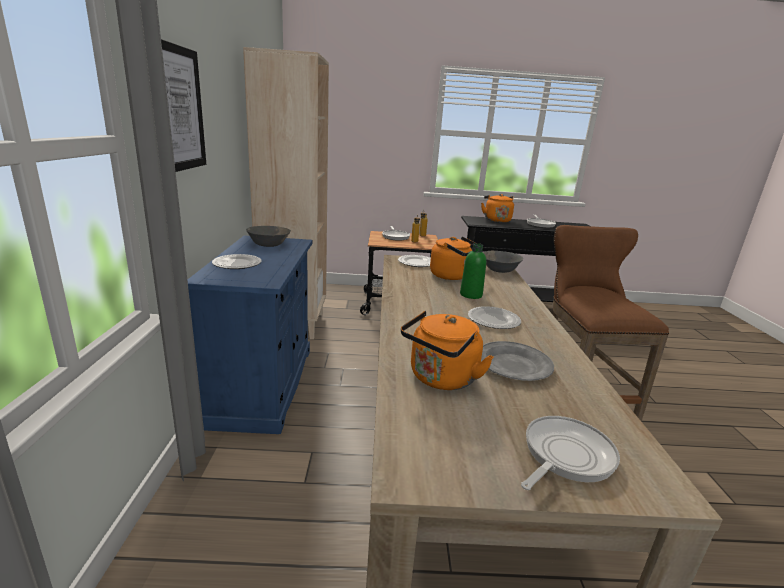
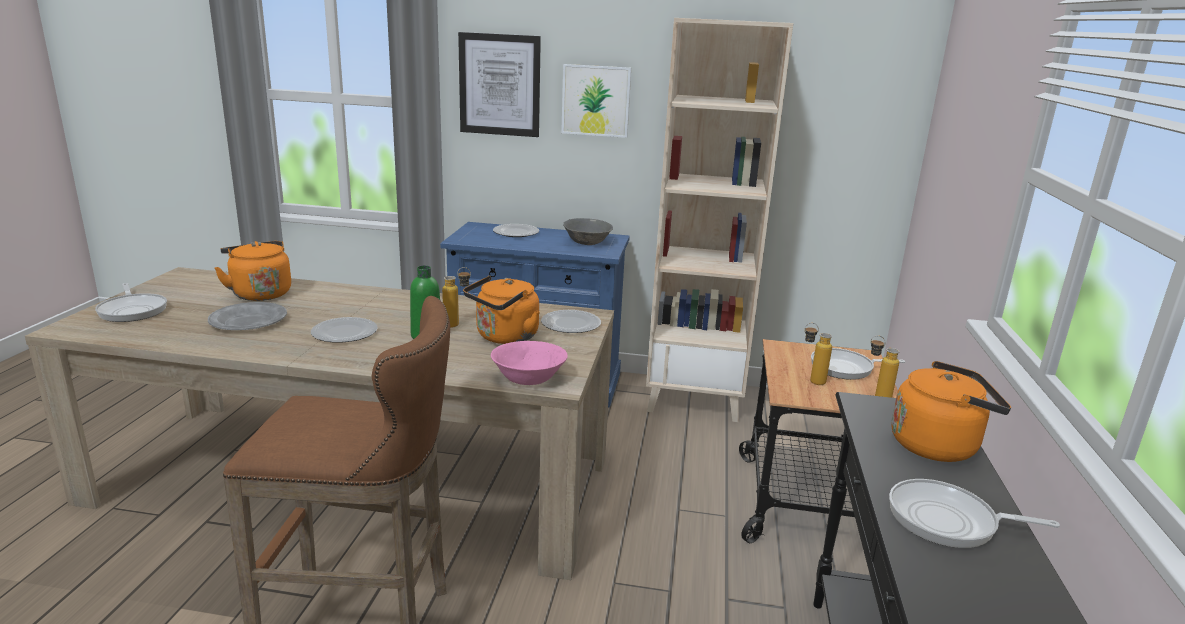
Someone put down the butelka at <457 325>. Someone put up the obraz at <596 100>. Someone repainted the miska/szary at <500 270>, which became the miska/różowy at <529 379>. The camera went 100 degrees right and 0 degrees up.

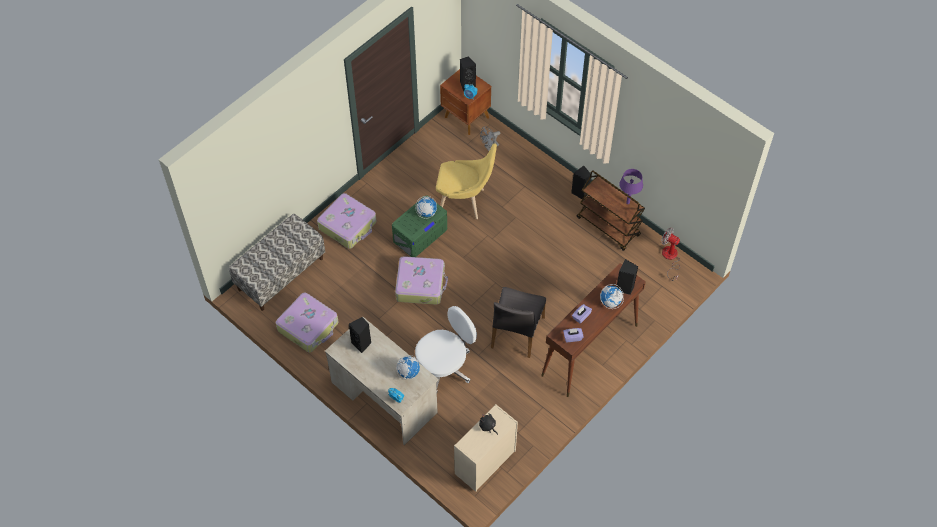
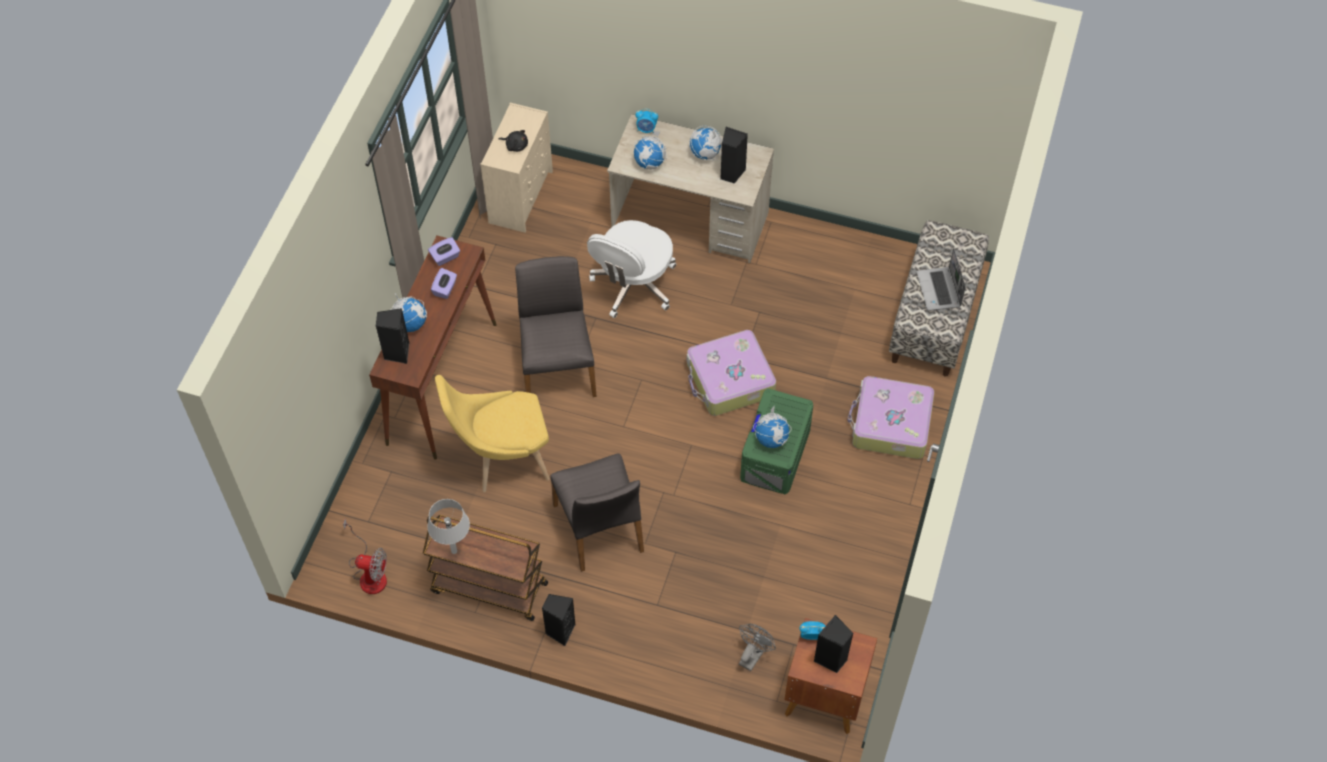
Someone took away the walizka at <309 326>. Someone put down the krzesło/szary at <600 528>. Someone put down the globus at <705 154>. Someone put down the laptop at <939 290>. Someone carried the krzesło/żółty from <465 202> to <502 460>. Someone repainted the lampa stołowa/fioletowy at <628 202>, which became the lampa stołowa/szary at <453 551>. The camera went 155 degrees right and 0 degrees up.

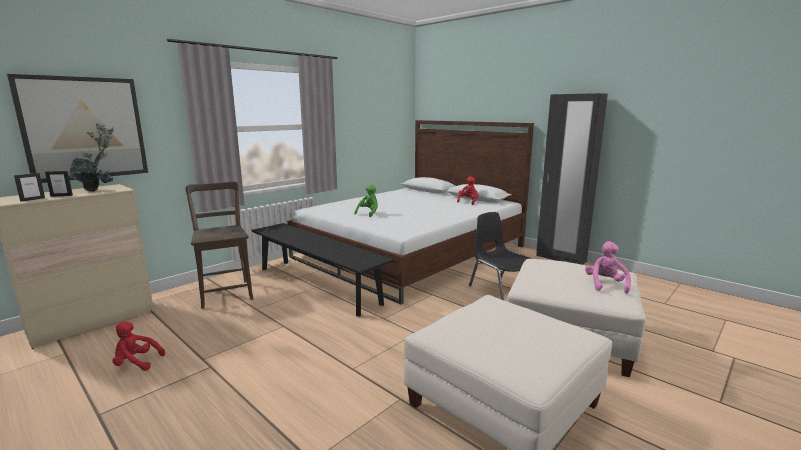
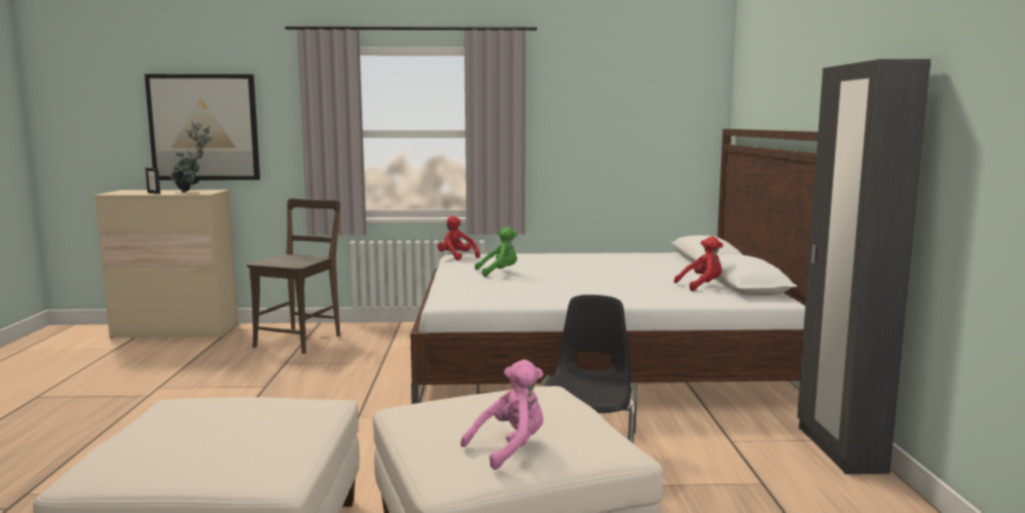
Someone took away the ramka na zdjęcie at <32 199>. Someone took away the ławka/czarny at <317 285>. Someone carried the pluszak/czerwony from <136 363> to <456 257>. The camera went 45 degrees right and 5 degrees down.

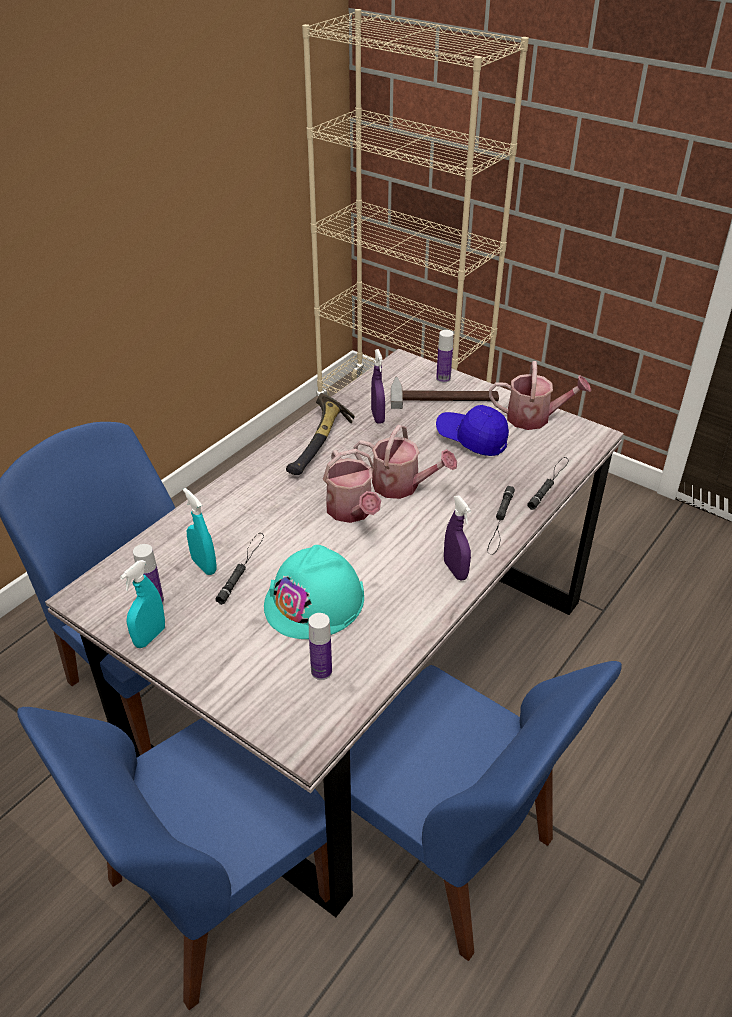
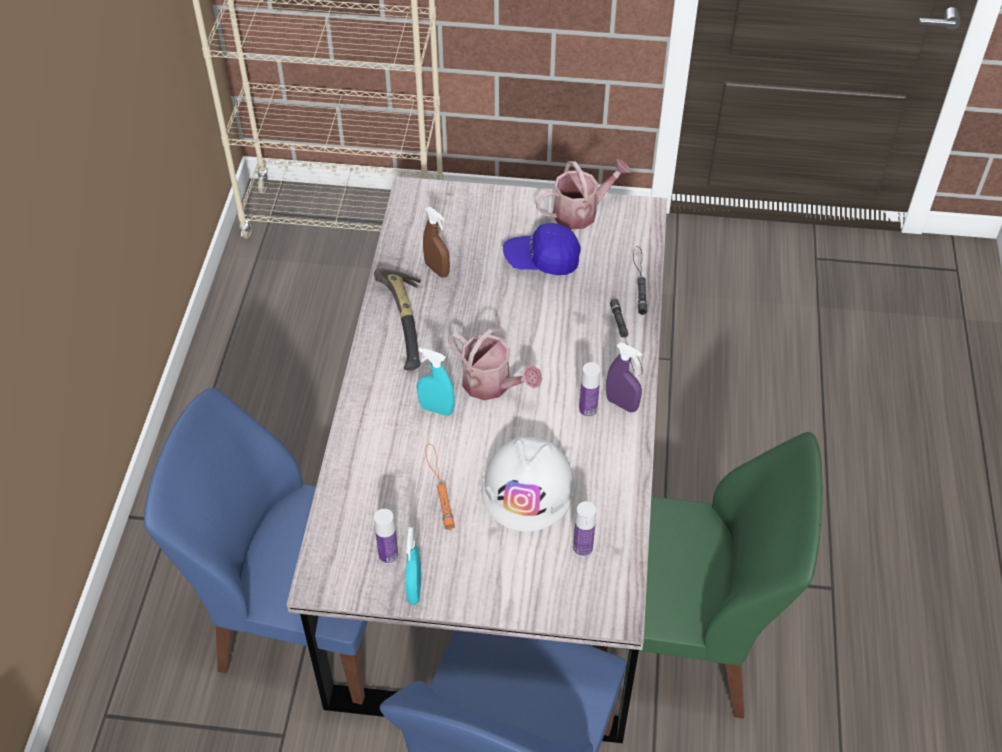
Someone took away the konewka at <402 486>. Someone took away the młotek at <444 396>. Someone carried the spryskiwacz/turkusowy from <204 566> to <436 409>. Someone carried the butelka from <443 379> to <588 410>. Someone repainted the latarka/czarny at <241 567>, which became the latarka/pomarańczowy at <439 486>. Someone repainted the kask/turkusowy at <315 601>, which became the kask/biały at <528 488>. Someone repainted the krzesło/niebieski at <450 853>, which became the krzesło/zielony at <677 643>. Someone repainted the spryskiwacz/fioletowy at <377 417>, which became the spryskiwacz/brązowy at <437 269>. The camera went 30 degrees left and 10 degrees up.

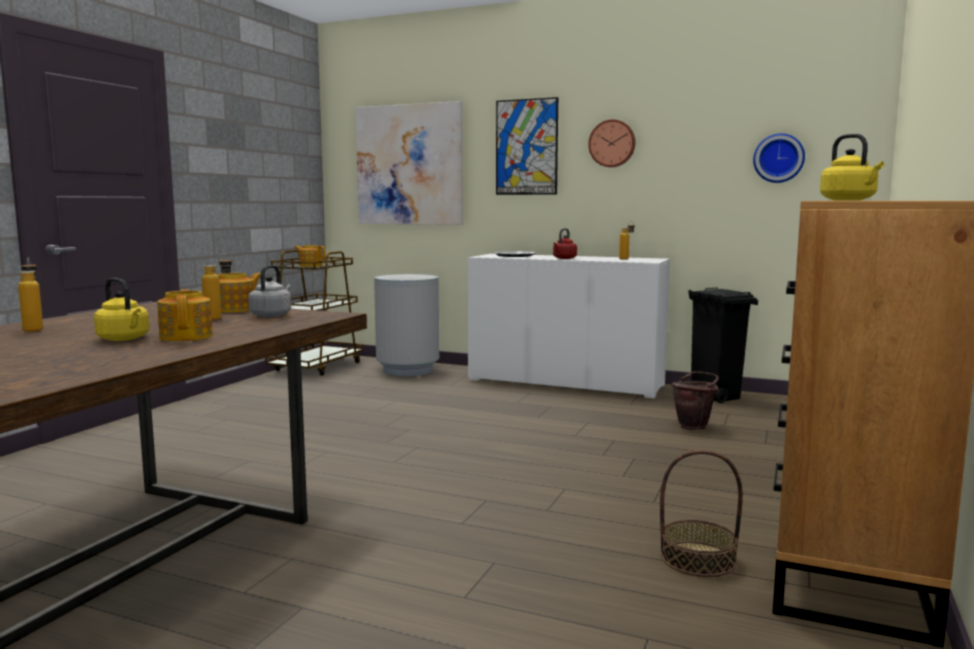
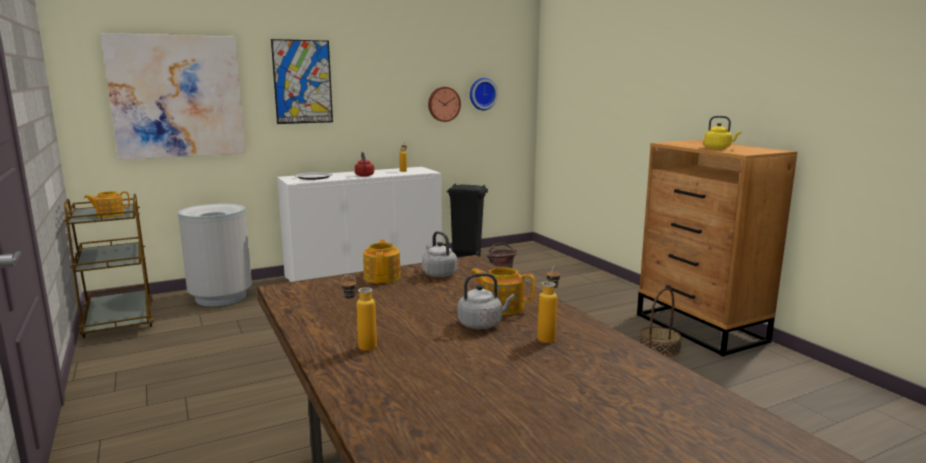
Someone carried the butelka from <220 318> to <548 337>. Someone carried the zegar ścienny from <612 143> to <443 104>. Someone repainted the czajnik/żółty at <124 339>, which became the czajnik/szary at <482 324>. The camera went 50 degrees left and 5 degrees up.

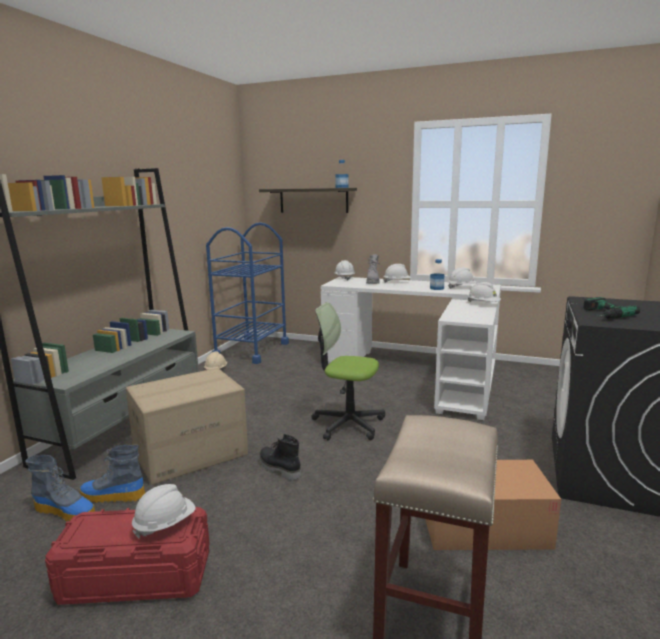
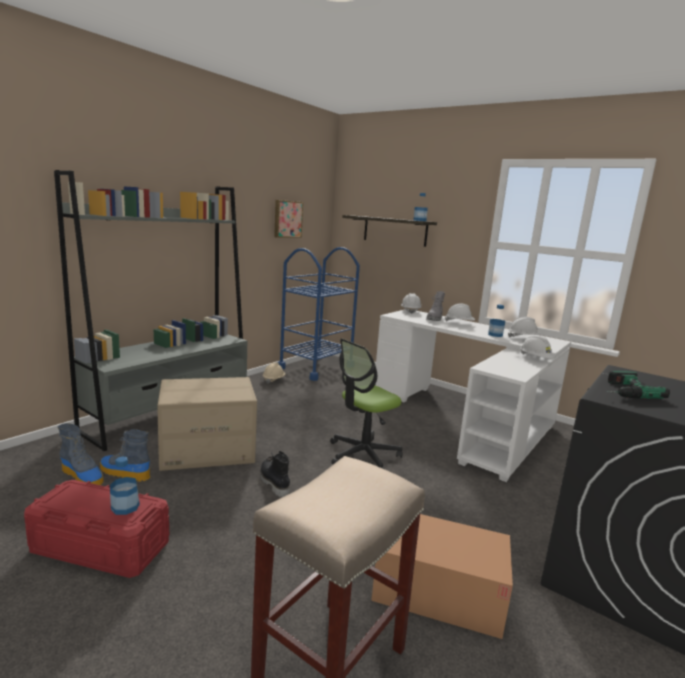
Someone put up the obraz at <287 219>. Someone swapped the kask/biały at <165 524> for the butelka at <125 507>. Someone rotated the krzesło biurowe at <348 424> by 75 degrees counterclockwise. The camera went 15 degrees right and 0 degrees up.

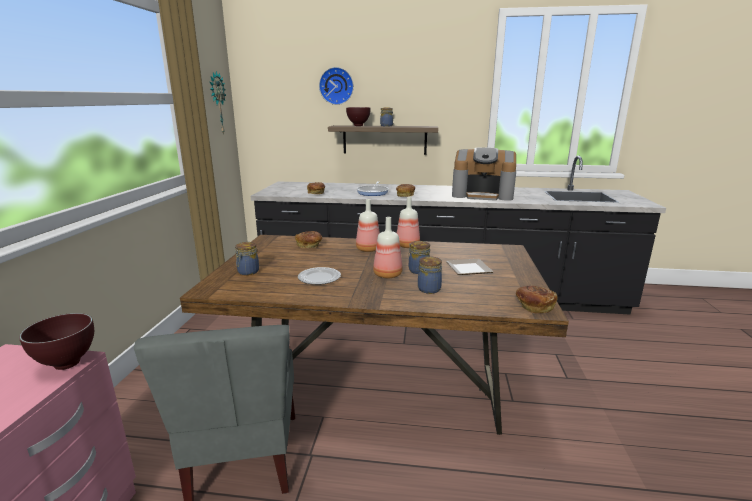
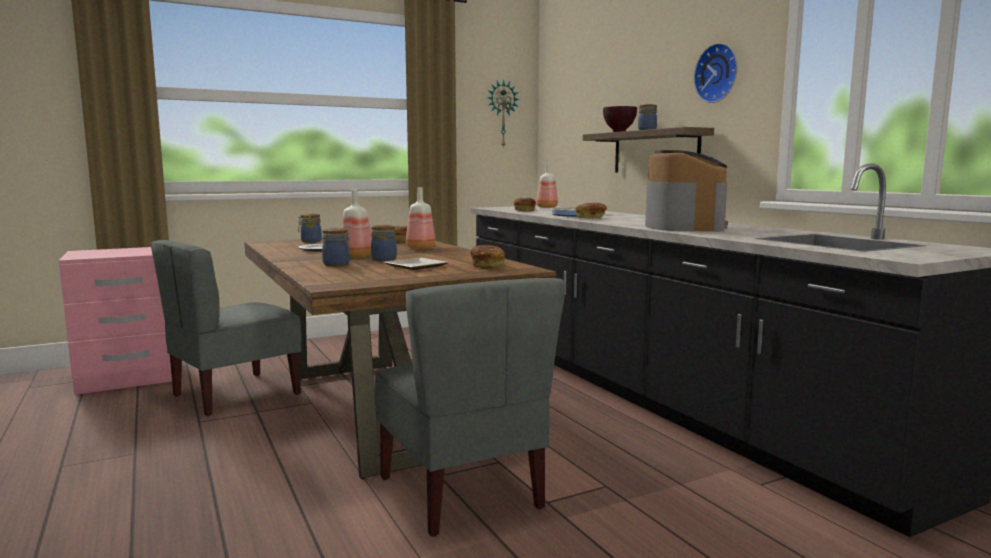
Someone took away the miska/brązowy at <66 364>. Someone put down the krzesło/szary at <463 492>. Someone carried the zegar ścienny from <336 86> to <718 73>. Someone carried the butelka from <407 246> to <546 207>. Someone carried the chleb from <534 307> to <487 266>. Someone rotated the ekspres do kawy at <482 195> by 150 degrees counterclockwise. The camera went 55 degrees right and 10 degrees down.

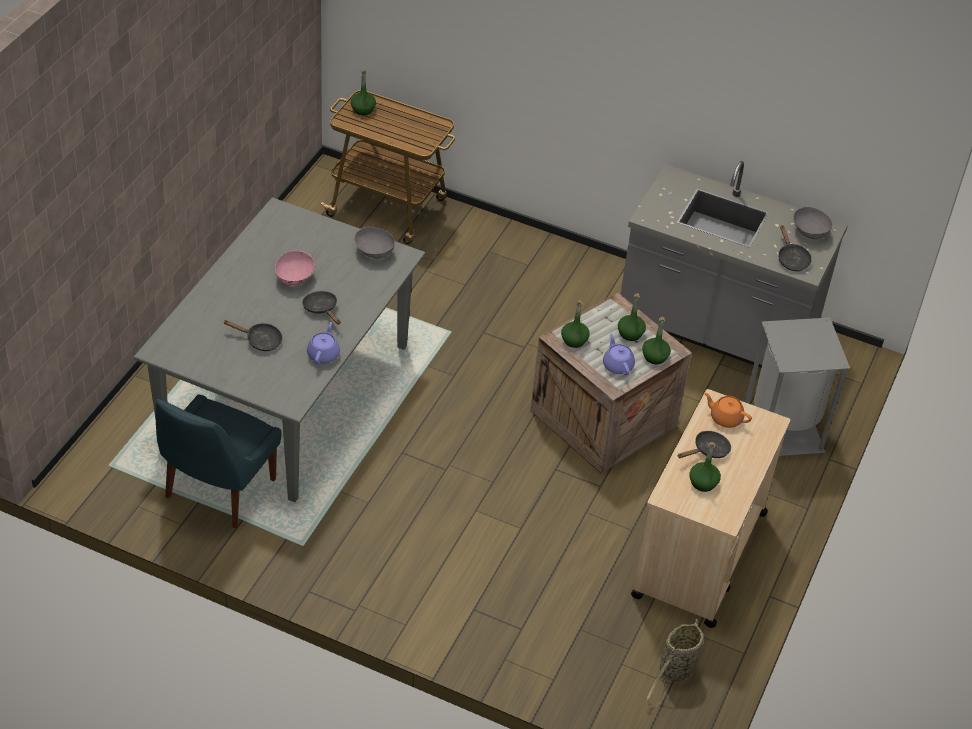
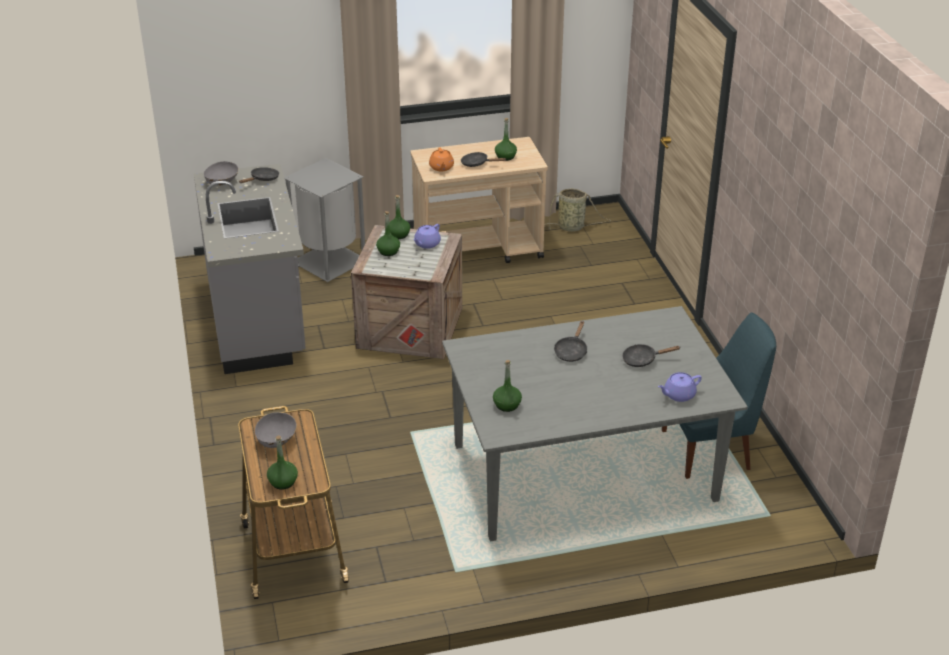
Someone took away the miska/różowy at <295 278>. Someone carried the imbryk/fioletowy from <323 354> to <678 395>. Someone carried the miska/szary from <373 252> to <277 441>. Someone carried the butelka/zielony from <574 340> to <506 405>. Someone rotated the patelnia/czarny at <260 340> by 75 degrees counterclockwise. The camera went 125 degrees left and 10 degrees down.

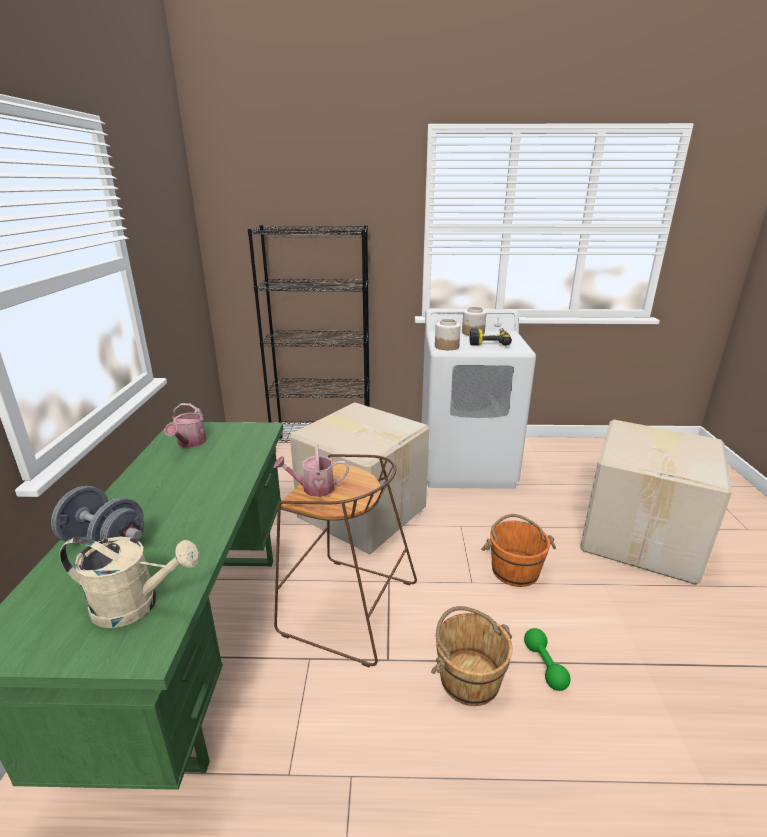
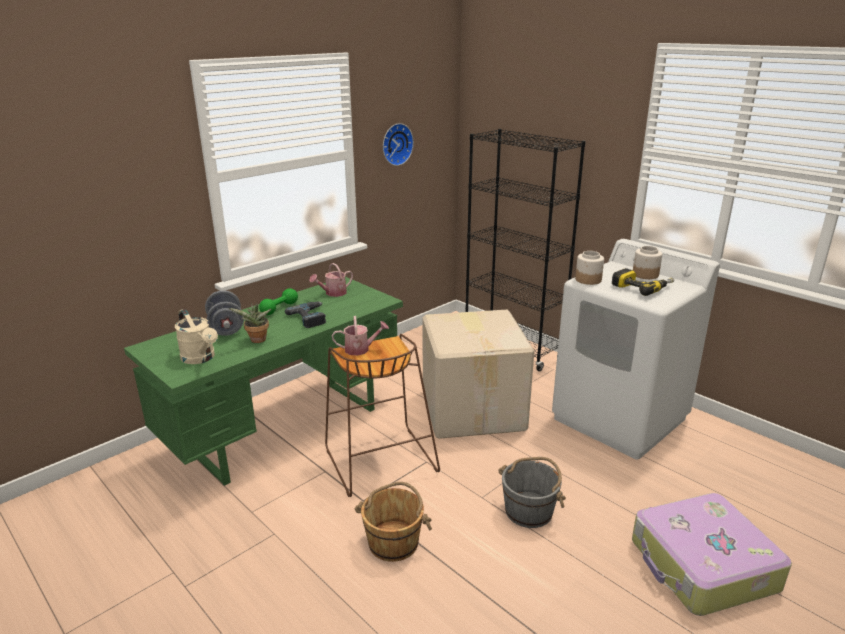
Someone put down the roślina doniczkowa at <257 341>. Someone put down the wiertarka at <311 317>. Someone put up the zegar ścienny at <396 144>. Someone carried the hantel/zielony from <544 666> to <279 308>. Someone swapped the karton at <642 537> for the walizka at <702 566>. Someone repainted the wiadro/pomarańczowy at <514 569>, which became the wiadro/szary at <529 511>. Someone rotated the konewka at <313 488> by 135 degrees clockwise. The camera went 45 degrees right and 0 degrees up.

